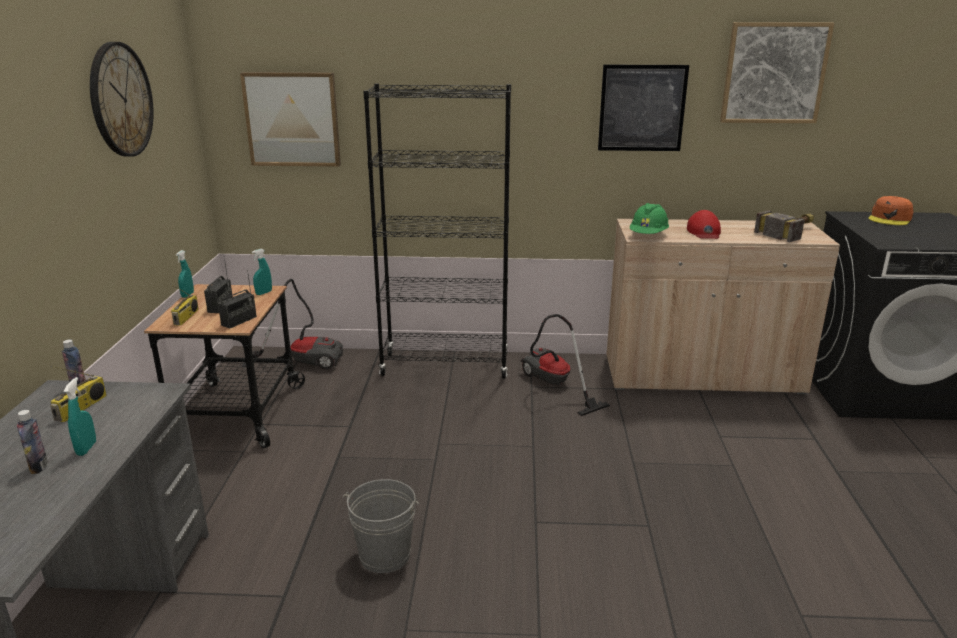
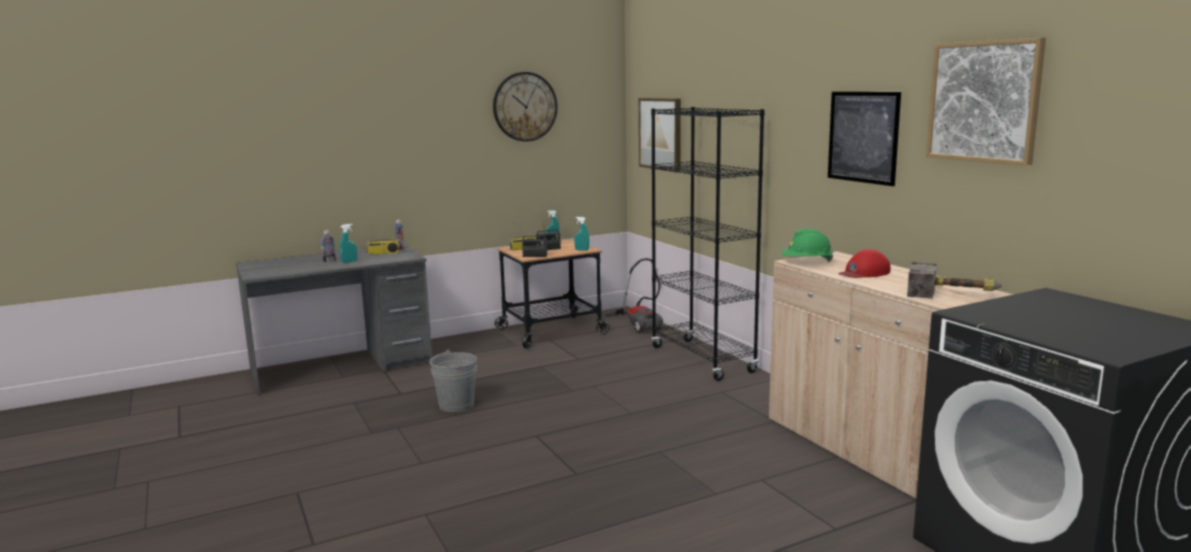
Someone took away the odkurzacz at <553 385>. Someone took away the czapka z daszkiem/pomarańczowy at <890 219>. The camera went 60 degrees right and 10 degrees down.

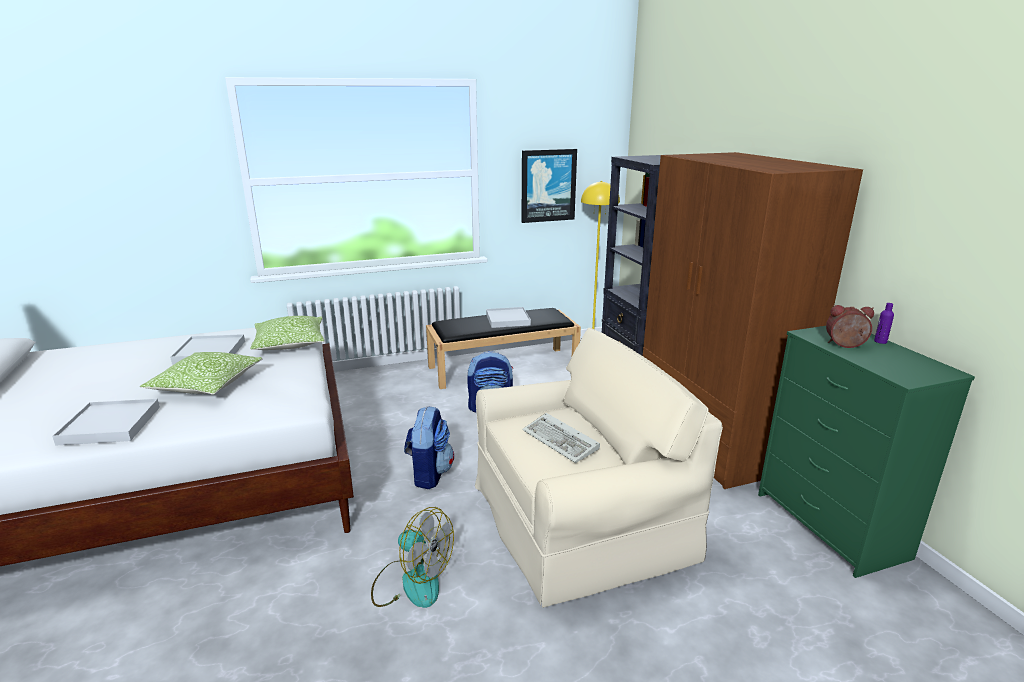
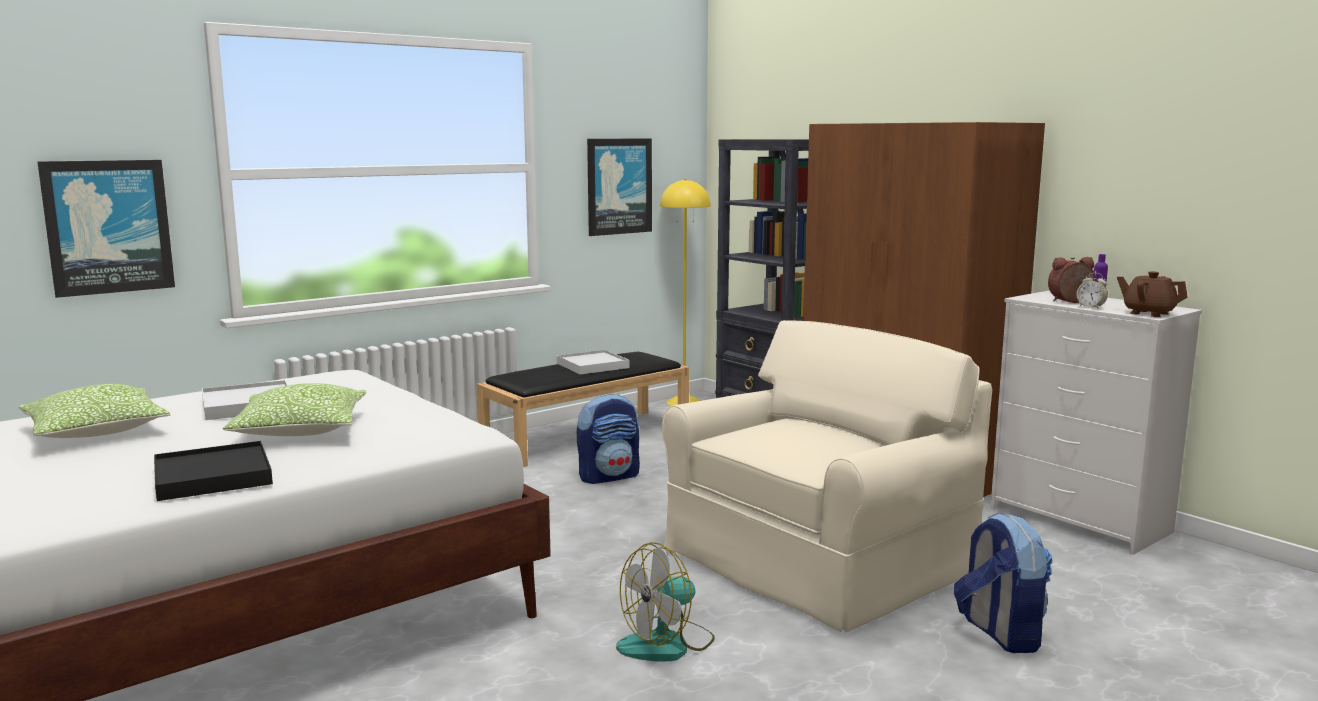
Someone took away the klawiatura at <562 441>. Someone put up the obraz at <108 227>. Someone put down the budzik at <1090 307>. Someone put down the imbryk/brązowy at <1148 313>. Someone carried the poduszka from <290 344> to <96 431>. Someone carried the plecak from <429 474> to <999 633>. Someone repainted the taca/biały at <110 425>, which became the taca/czarny at <212 476>. Someone repainted the komoda/zielony at <831 525>, which became the komoda/biały at <1081 520>. Someone rotated the wentylator at <411 582> by 135 degrees clockwise. The camera went 20 degrees left and 10 degrees down.

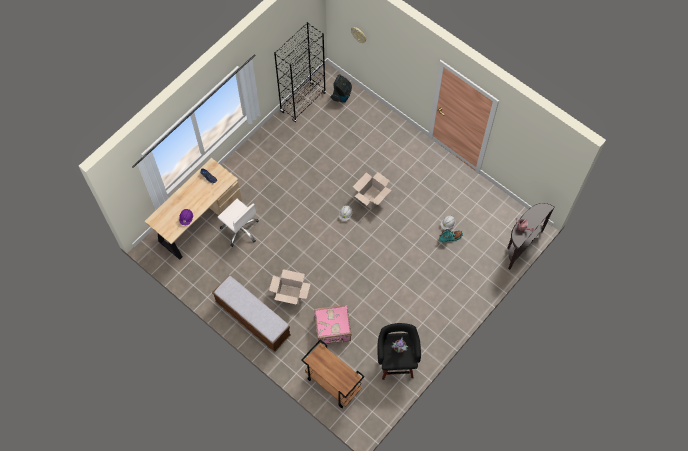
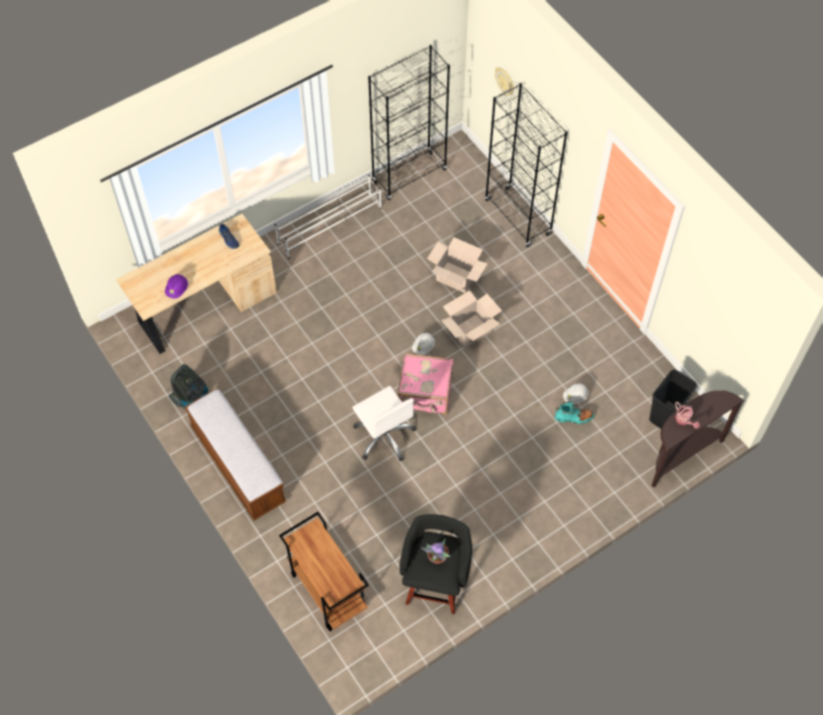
Someone put down the regał na buty/biały at <330 226>. Someone put down the regał/czarny at <518 217>. Someone put down the kosz na śmieci/czarny at <665 416>. Someone carried the krzesło biurowe/biały from <240 229> to <384 436>. Someone carried the karton from <290 294> to <456 277>. Someone carried the walizka/różowy from <333 329> to <425 394>. Someone carried the odkurzacz from <342 95> to <191 398>. The camera went 15 degrees right and 5 degrees down.

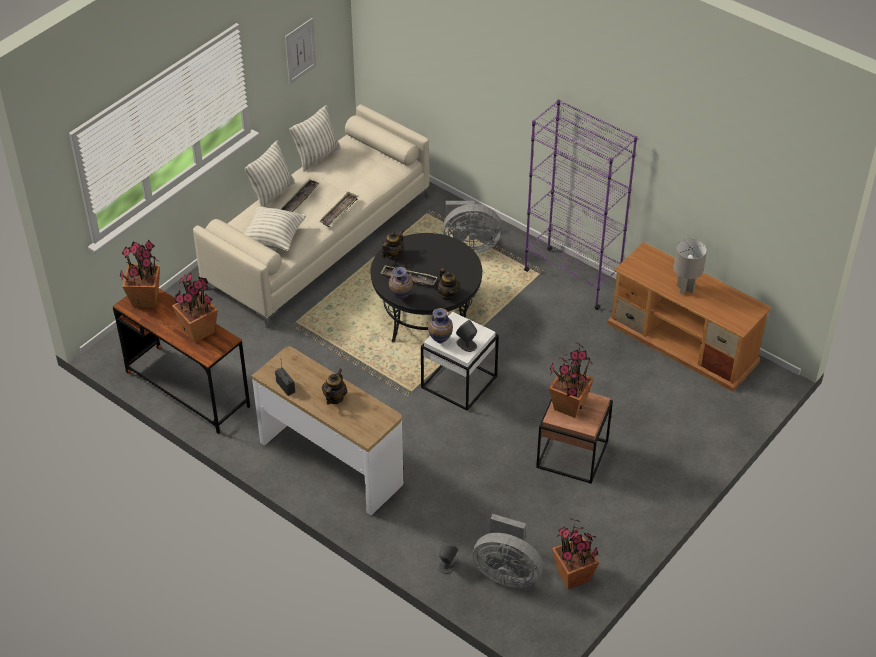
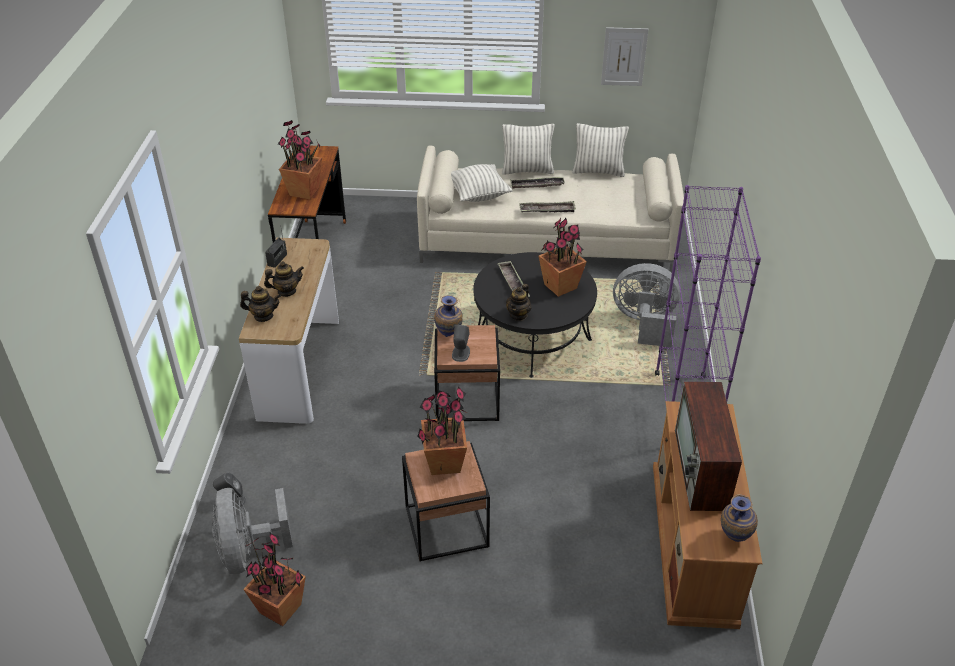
Someone carried the roślina doniczkowa from <145 299> to <560 286>. Someone carried the imbryk from <393 255> to <263 316>. Someone carried the wazon from <400 298> to <733 538>. Someone swapped the lampa stołowa/szary at <685 289> for the telewizor at <701 470>. Someone repainted the stolik/biały at <459 383>, which became the stolik/brązowy at <466 400>. Someone rotated the wentylator/szary at <469 245> by 135 degrees clockwise. The camera went 55 degrees right and 5 degrees down.

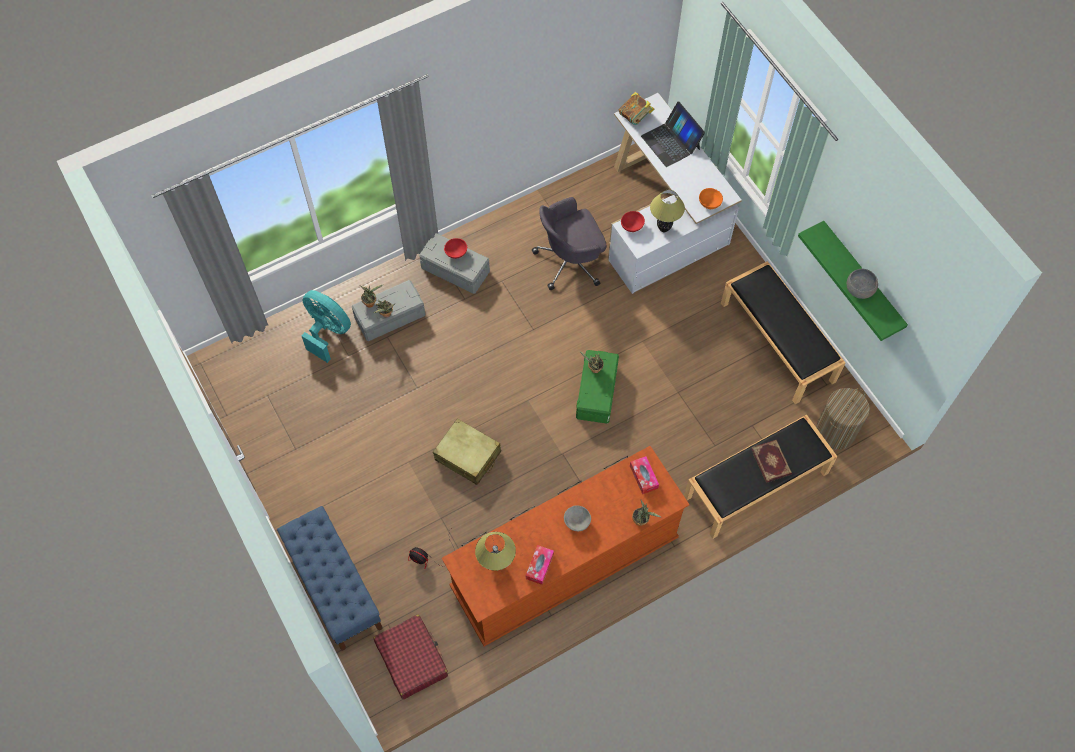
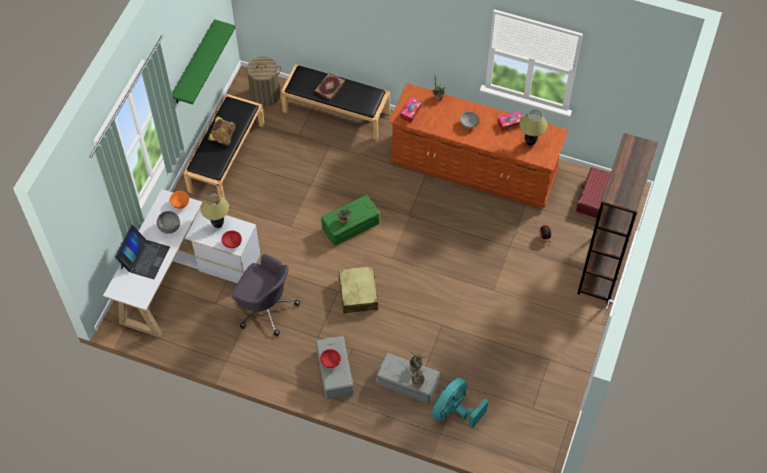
Someone carried the walizka/beżowy from <468 456> to <358 293>. Someone carried the książka from <635 117> to <223 137>. Someone carried the miska/szary from <859 290> to <169 227>. Someone swapped the ławka/niebieski at <335 587> for the regał/brązowy at <603 267>. Someone rotated the wentylator/turkusowy at <327 332> by 45 degrees clockwise. The camera went 130 degrees left and 5 degrees down.

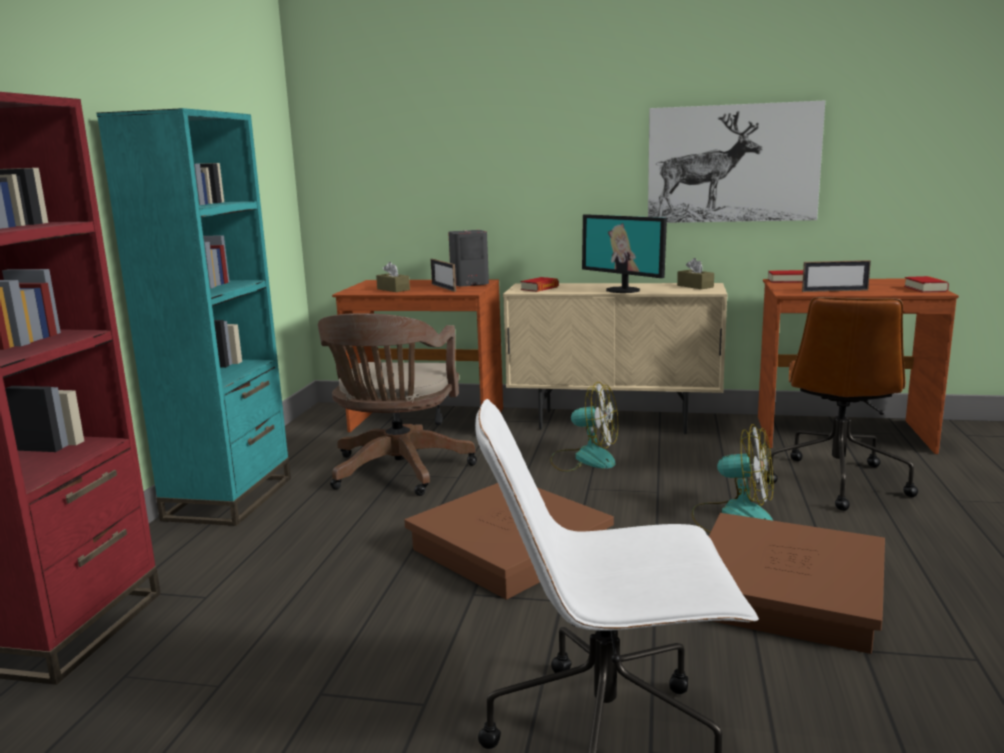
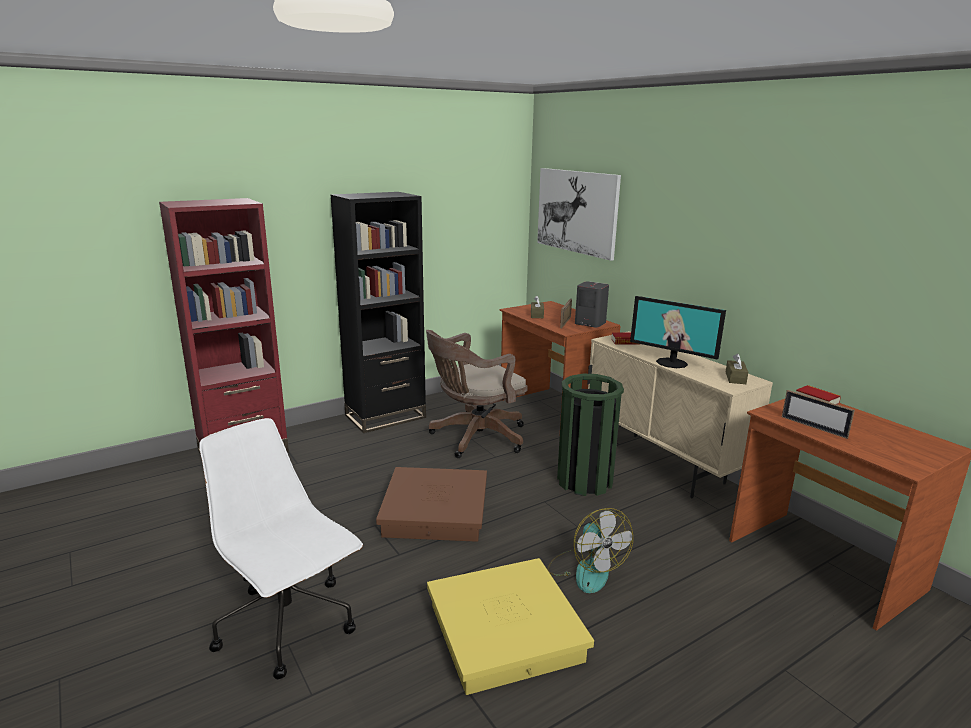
Someone took away the krzesło biurowe/brązowy at <836 481>. Someone took away the książka at <925 289>. Someone carried the obraz from <732 164> to <577 211>. Someone swapped the wentylator at <584 458> for the kosz na śmieci/zielony at <585 481>. Someone repainted the regał/turkusowy at <229 498>, which became the regał/czarny at <385 416>. Someone repainted the pojemnik do przechowywania/brązowy at <788 592>, which became the pojemnik do przechowywania/żółty at <505 632>. Someone rotated the monitor at <623 290> by 60 degrees counterclockwise. The camera went 45 degrees right and 5 degrees up.

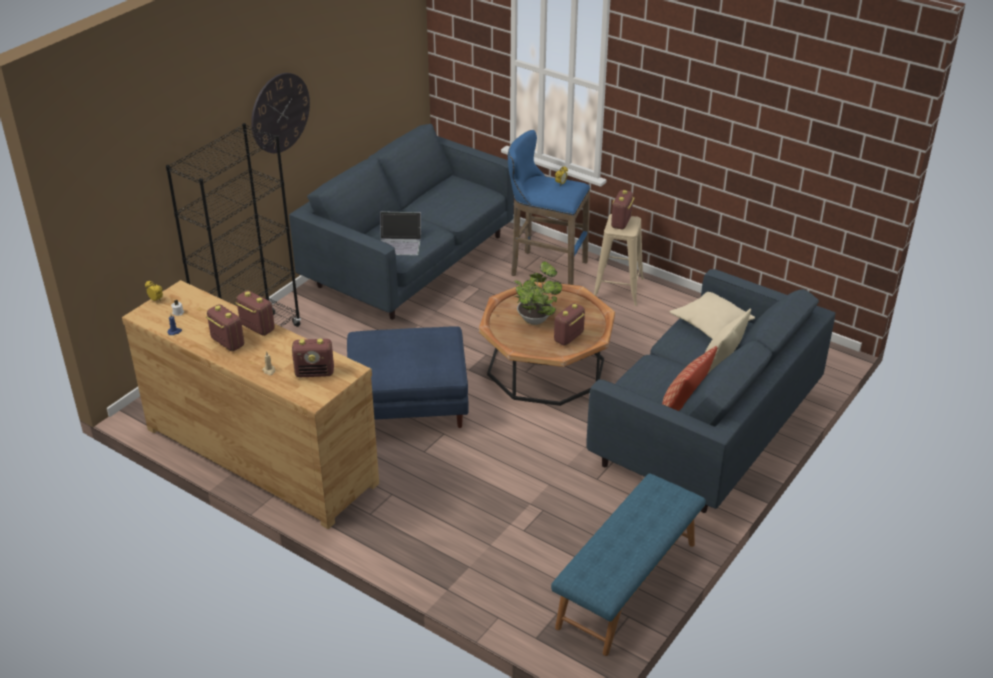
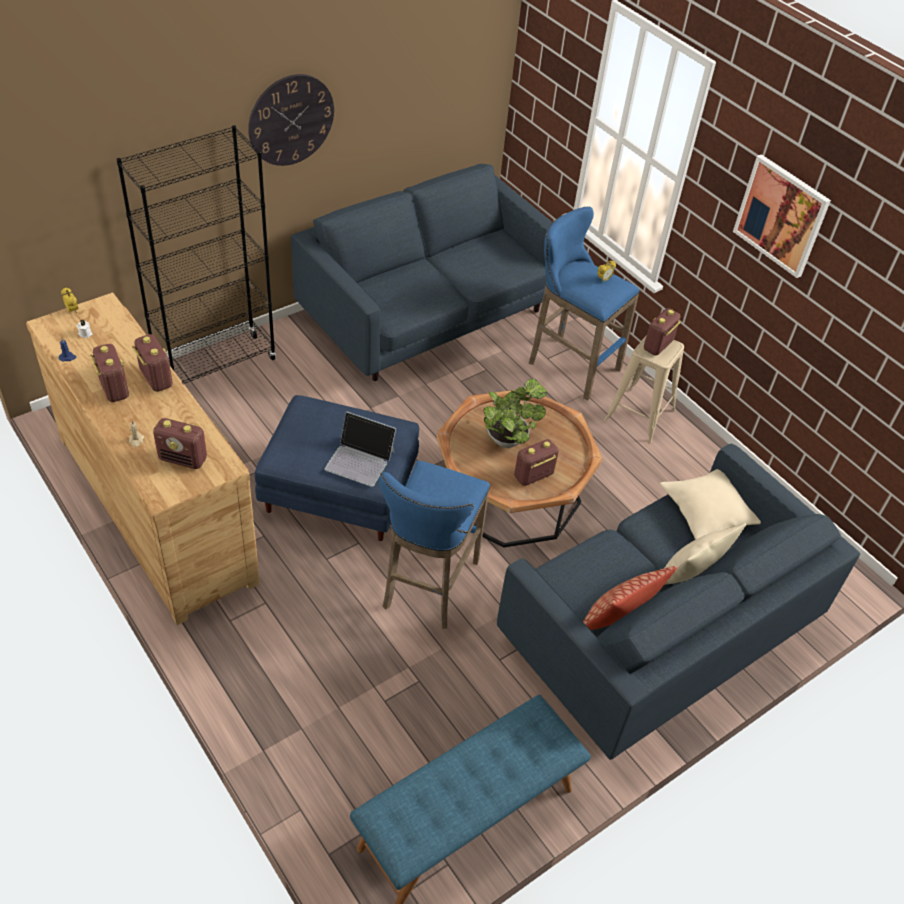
Someone put down the stołek/niebieski at <428 588>. Someone put up the obraz at <781 215>. Someone carried the laptop from <400 243> to <360 460>. The camera went 15 degrees right and 10 degrees up.

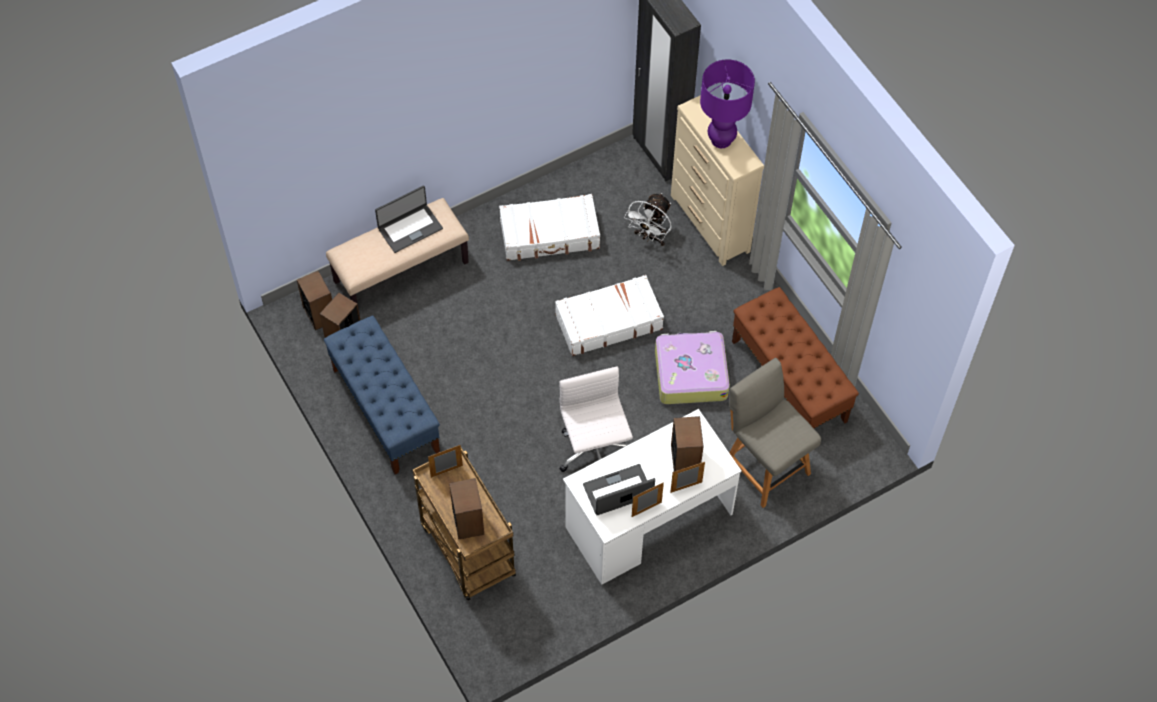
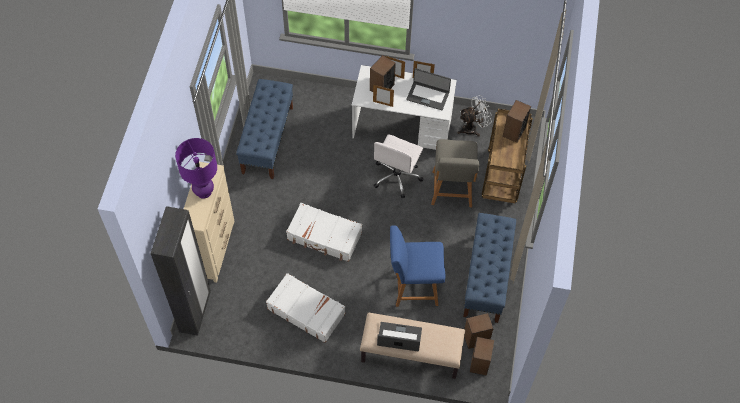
Someone took away the walizka at <690 373>. Someone put down the krzesło/niebieski at <413 287>. Someone carried the ramka na zdjęcie from <446 471> to <383 104>. Someone carried the wentylator/biały from <650 237> to <472 128>. Someone carried the krzesło/szary from <764 466> to <452 191>. Someone repainted the ławka/brązowy at <789 381>, which became the ławka/niebieski at <267 140>. The camera went 140 degrees left and 0 degrees up.

